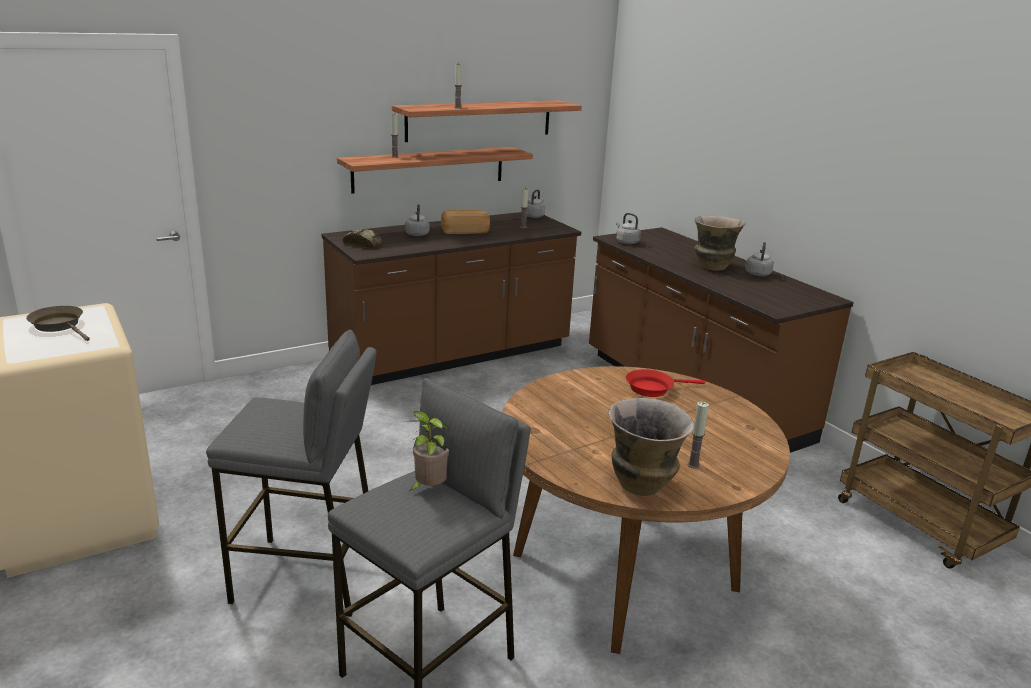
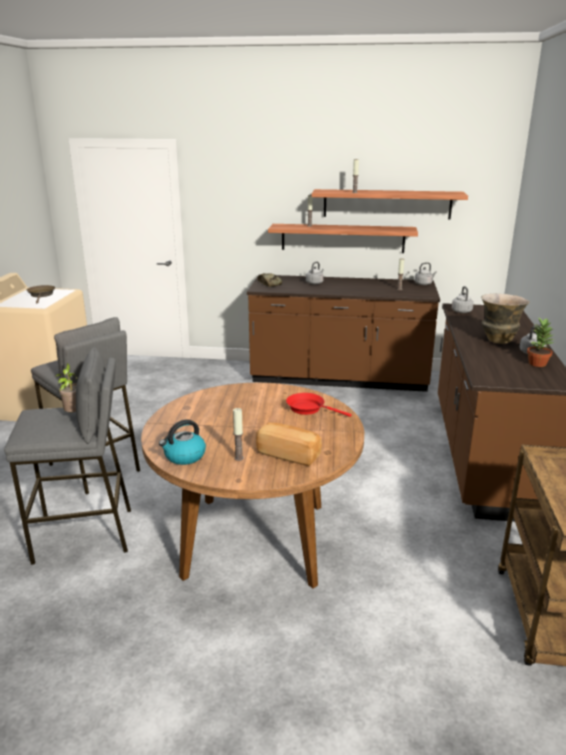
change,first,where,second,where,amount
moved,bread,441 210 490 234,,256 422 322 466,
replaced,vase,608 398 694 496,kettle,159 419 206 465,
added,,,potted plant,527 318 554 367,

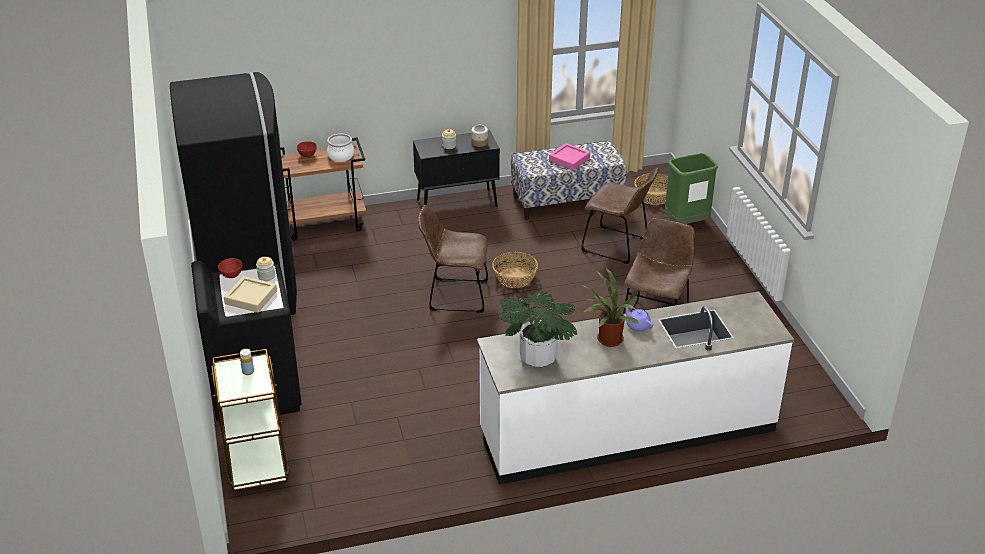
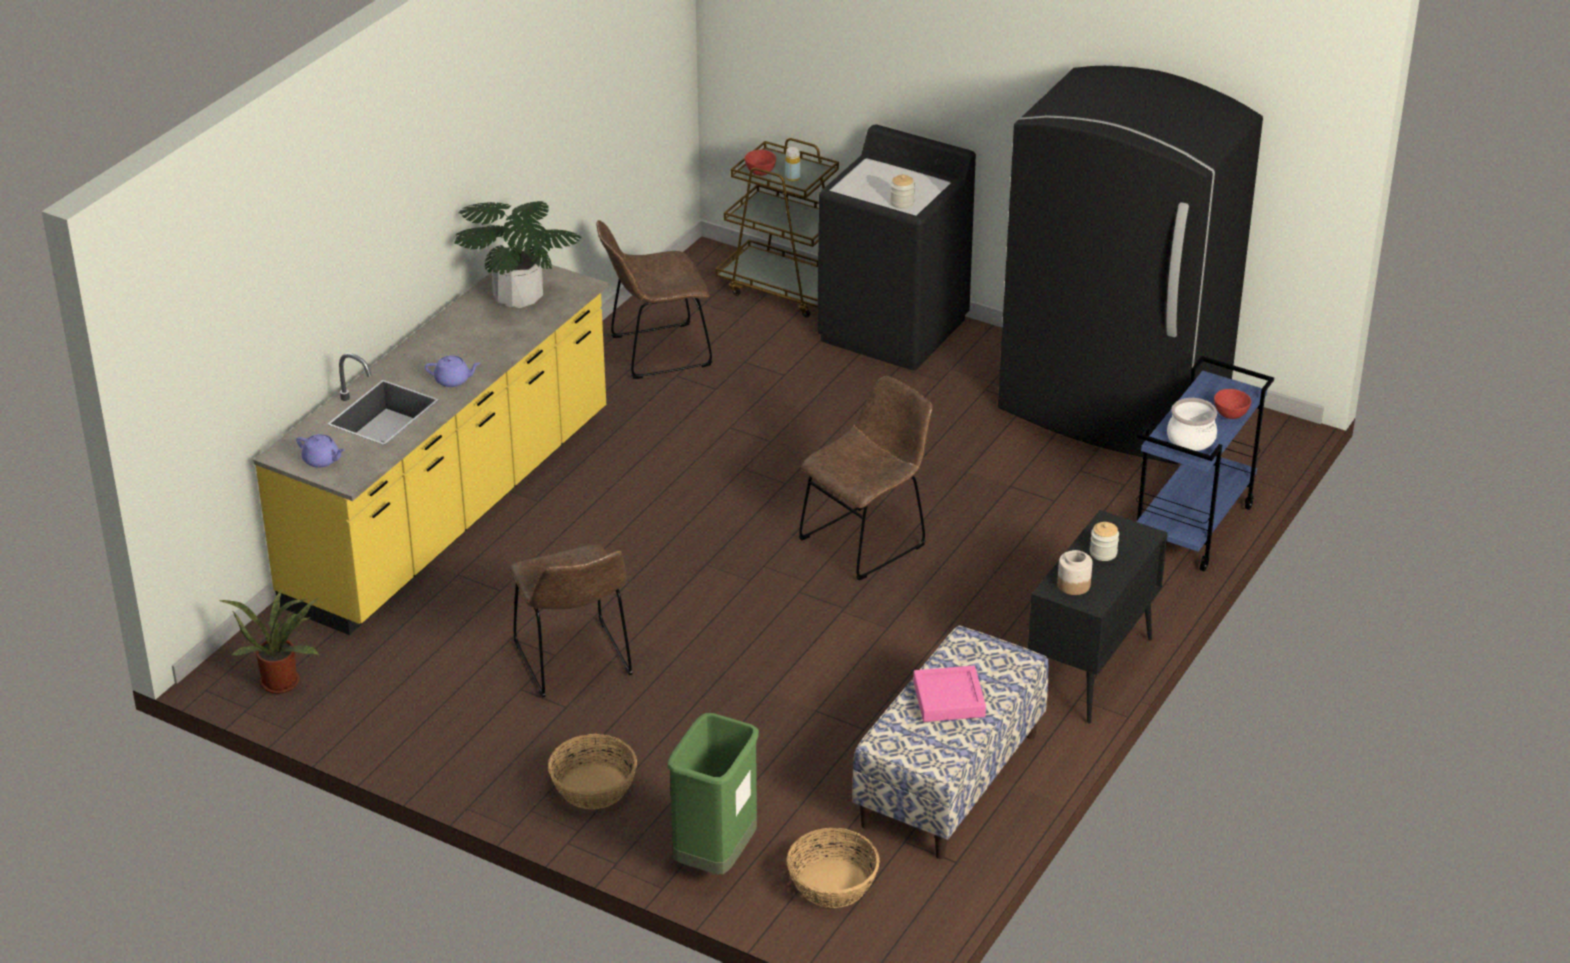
change,first,where,second,where,amount
moved,red bowl,218 258 242 278,,745 150 776 176,
removed,beige tray,224 276 277 313,,,
recoloured,brown cart,280 137 366 240,blue cart,1136 356 1274 571,
recoloured,white counter,477 291 794 485,yellow counter,253 263 608 635,
moved,basket,492 252 538 288,,548 734 637 809,
moved,brown chair,581 168 659 264,,596 220 712 379,
moved,potted plant,581 268 639 347,,219 590 319 694,
added,,,purple teapot,296 434 345 468,

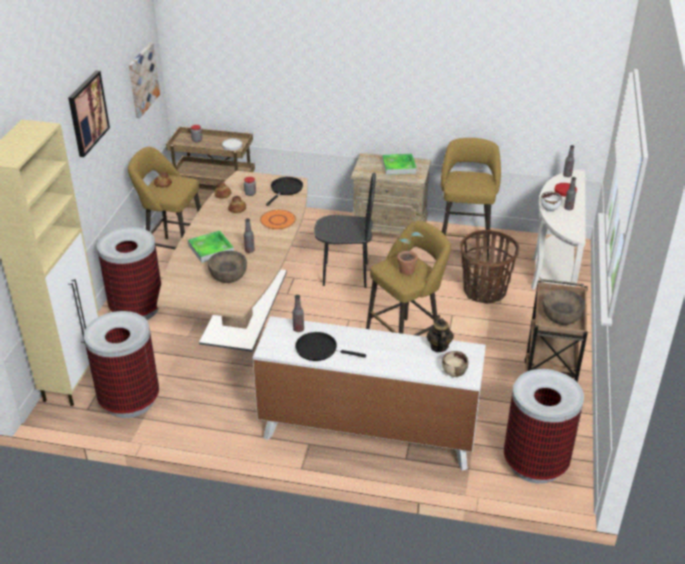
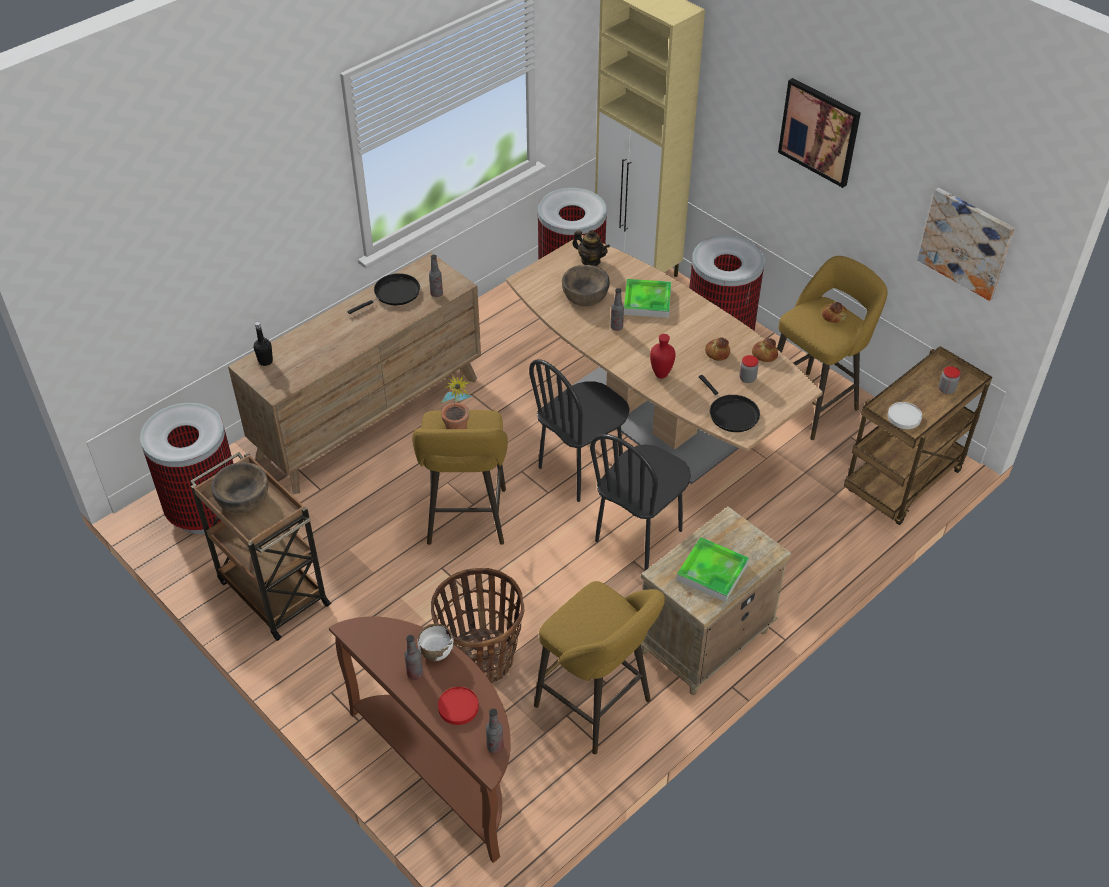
change,first,where,second,where,amount
recoloured,white dresser,253 316 486 471,brown dresser,228 253 481 494,
replaced,orange plate,260 210 296 230,red vase,650 334 675 378,
moved,teapot,427 315 454 352,,572 230 610 266,
replaced,beige bowl,442 351 469 377,black bottle,254 322 273 366,
recoloured,white console table,531 169 586 290,brown console table,329 616 511 863,
added,,,black chair,529 359 630 502,

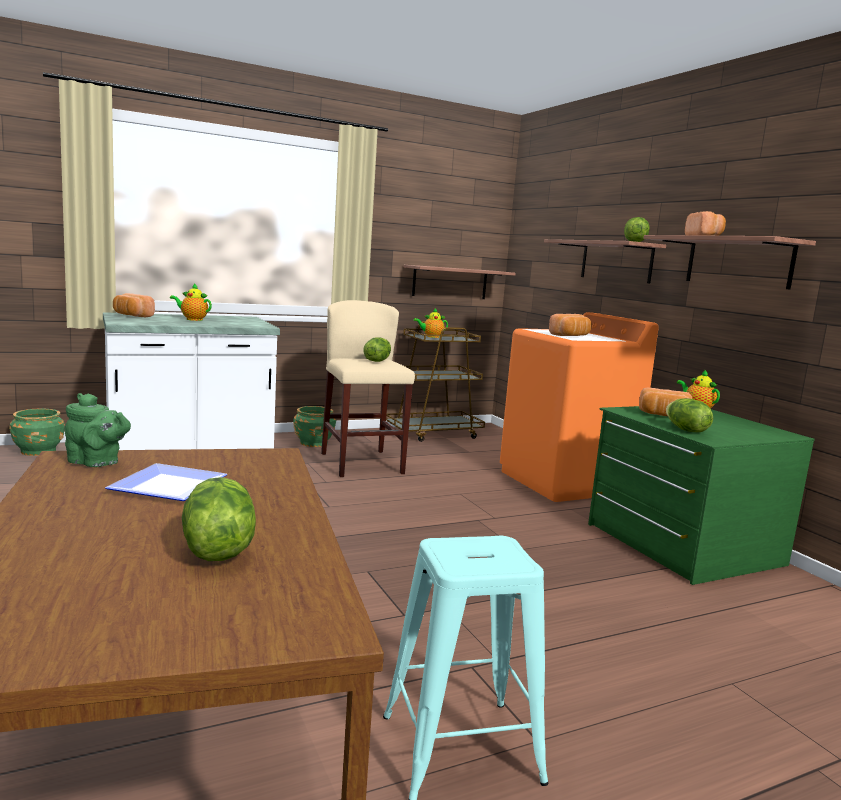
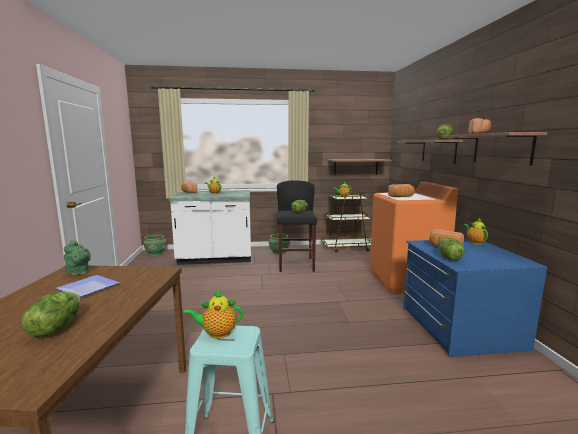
change,first,where,second,where,amount
recoloured,beige stool,321 300 415 477,black stool,277 180 317 272,
recoloured,green dresser,588 406 815 585,blue dresser,403 239 548 357,
added,,,teapot,183 290 243 339,

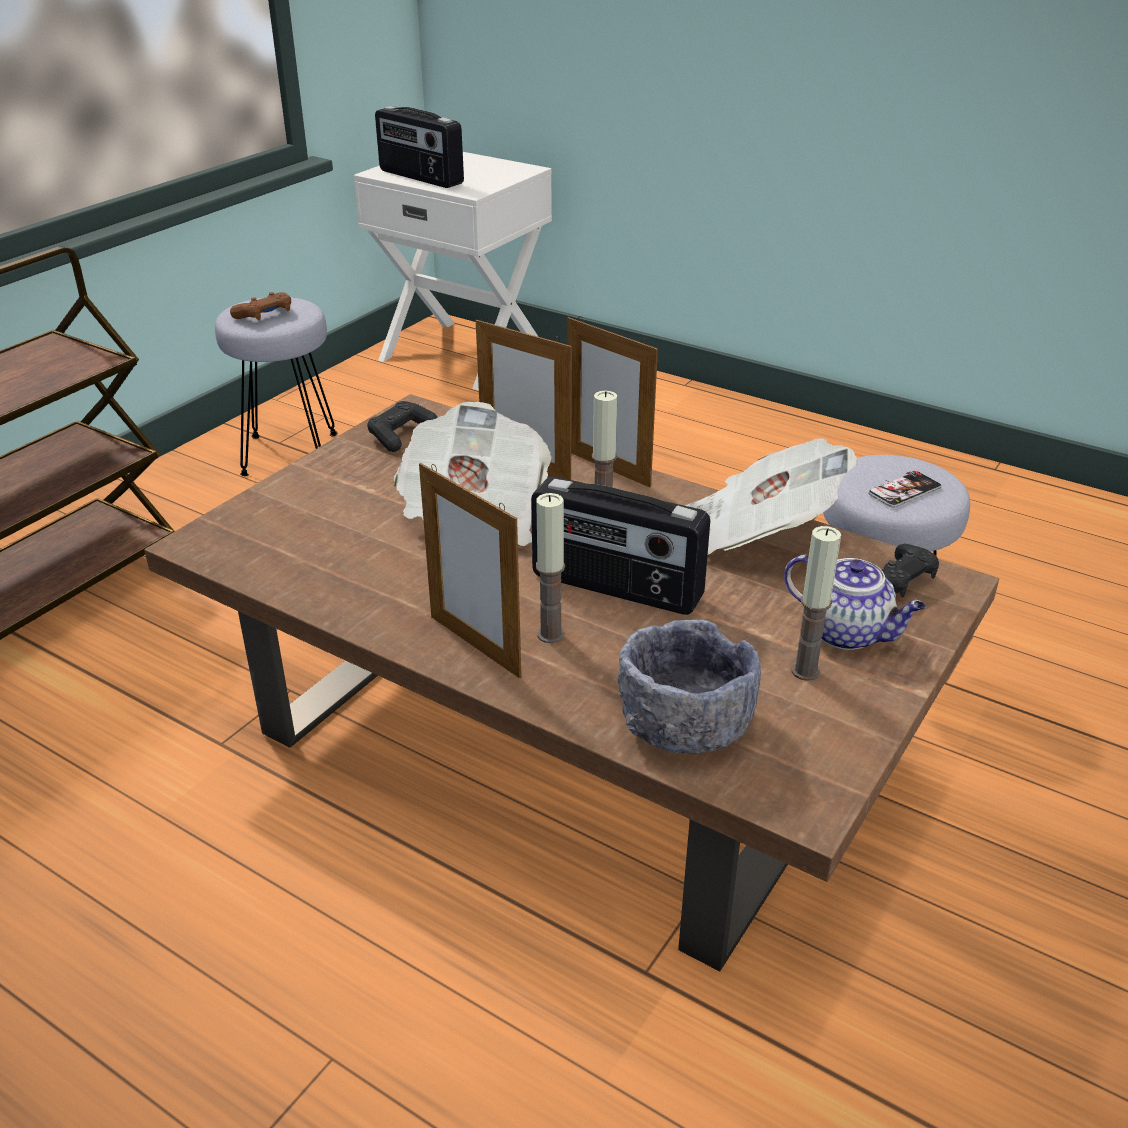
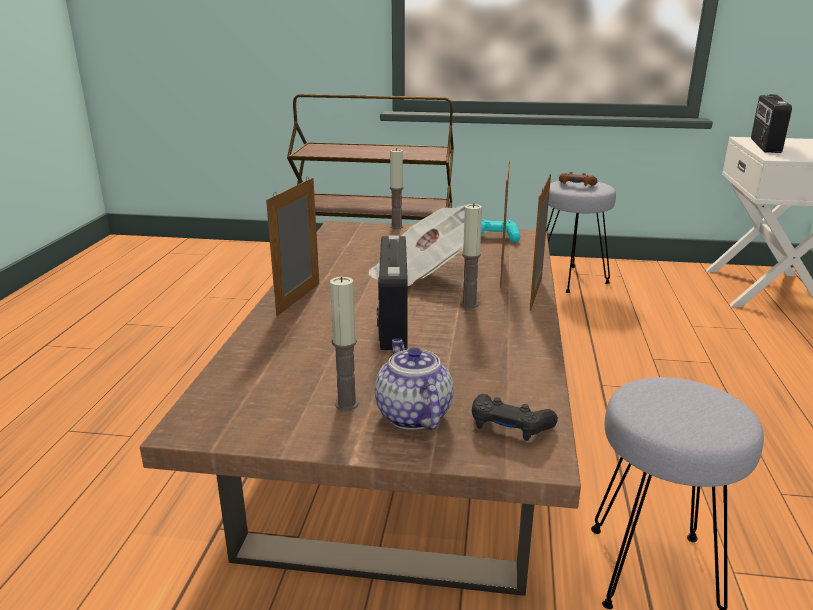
change,first,where,second,where,amount
recoloured,black game controller,367 401 438 452,turquoise game controller,481 219 520 242,
moved,candle,536 493 565 643,,390 148 404 229,
removed,grey bowl,618 620 761 754,,,
removed,newspaper,685 438 857 554,,,
turned,teapot,784 555 926 650,,375 339 453 430,150 degrees clockwise
removed,phone,868 471 942 508,,,

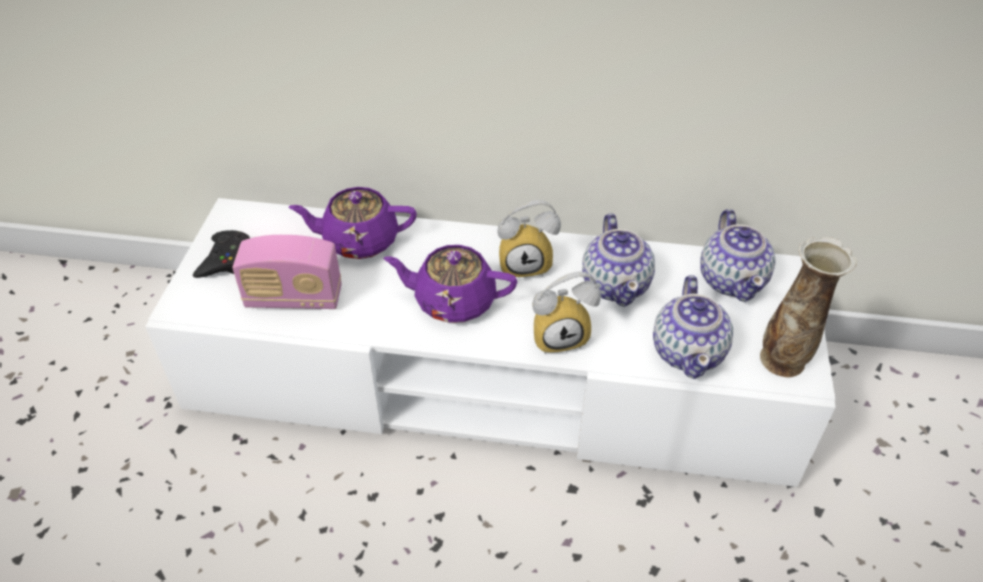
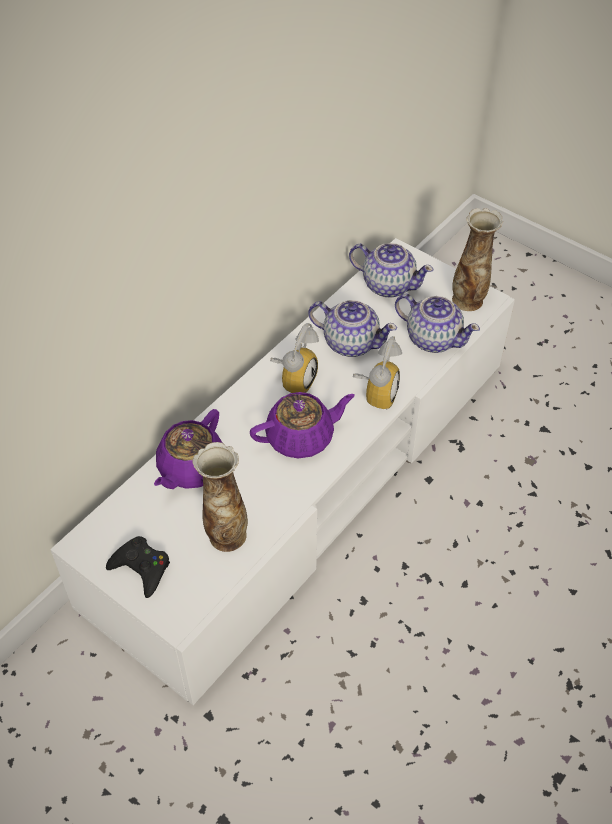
change,first,where,second,where,amount
replaced,radio,232 235 342 309,vase,193 442 248 552,
turned,purple teapot,384 245 517 323,,250 392 355 459,150 degrees counterclockwise

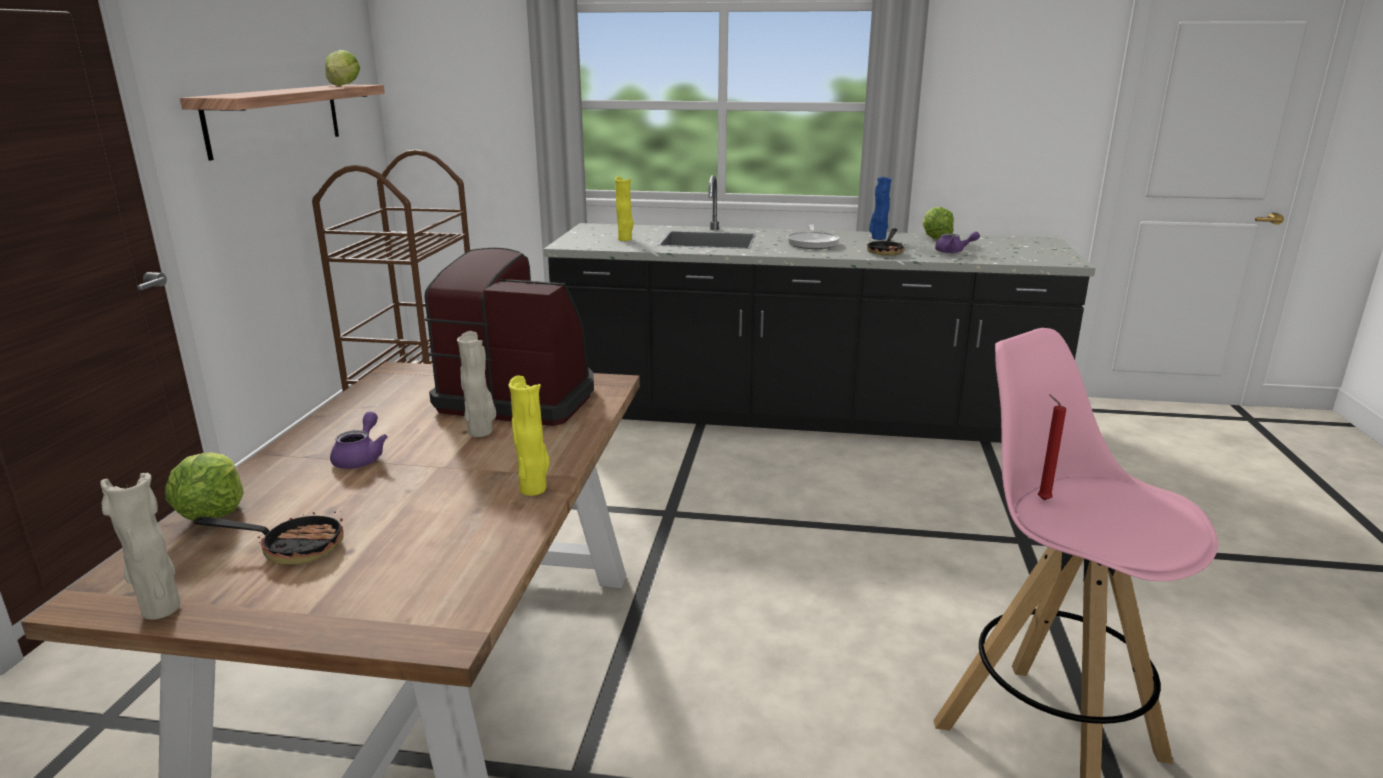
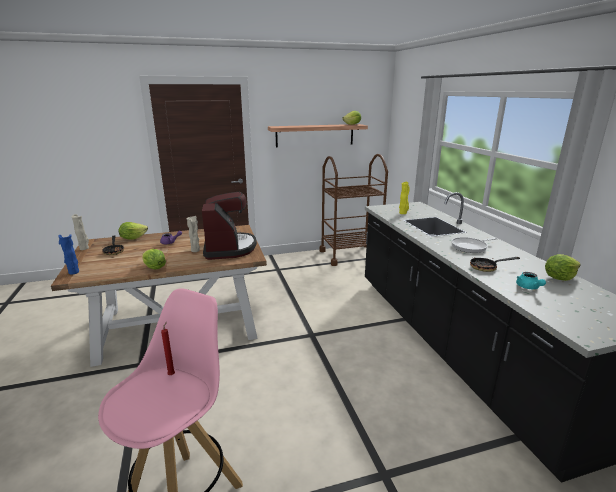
change,first,where,second,where,amount
replaced,yellow vase,508 375 550 496,lettuce,142 249 166 270,
moved,blue vase,869 177 892 240,,59 234 79 275,
recoloured,purple teapot,935 231 980 253,turquoise teapot,516 272 546 289,

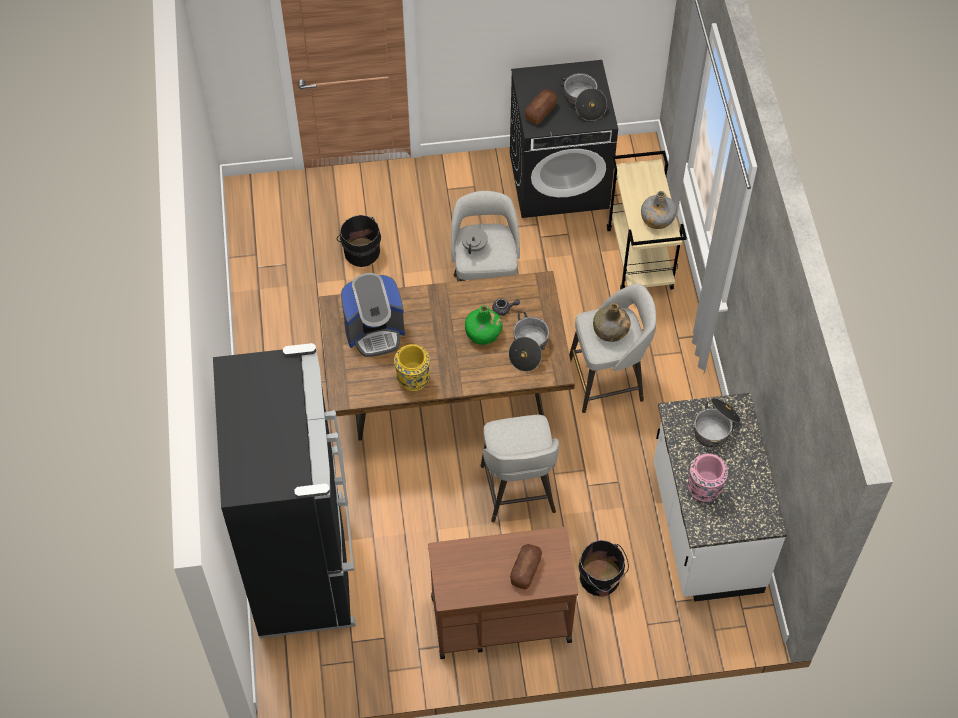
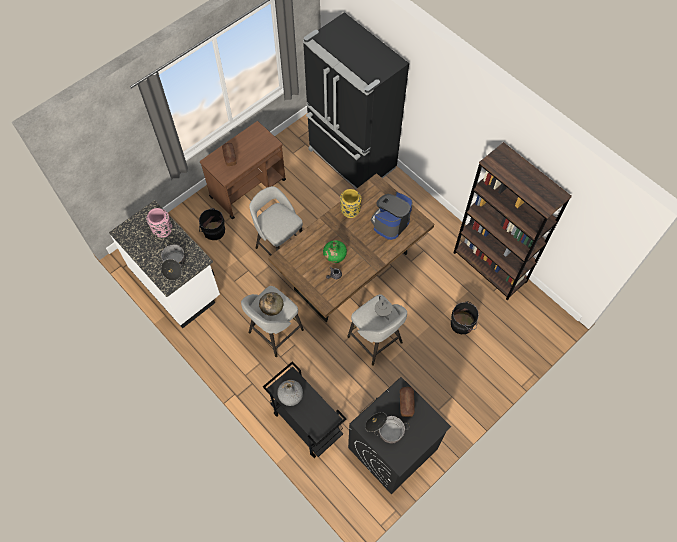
change,first,where,second,where,amount
removed,cooking pot,509 312 549 372,,,
recoloured,beige cart,607 151 687 290,black cart,263 361 346 458,
added,,,brown bookcase,453 142 572 300,

